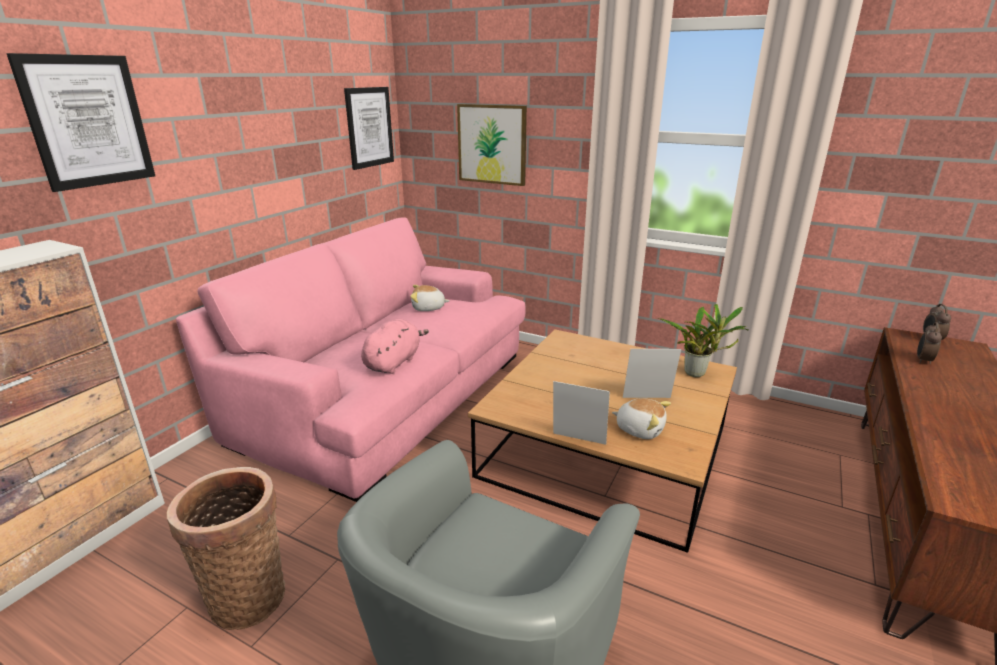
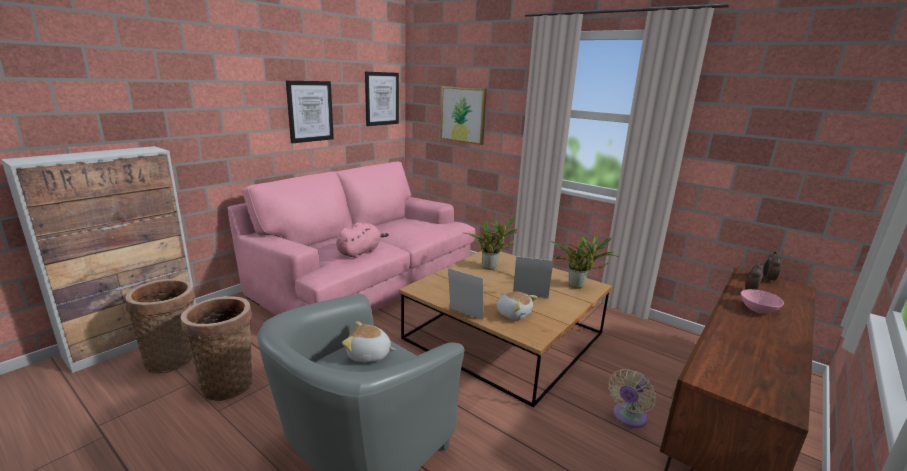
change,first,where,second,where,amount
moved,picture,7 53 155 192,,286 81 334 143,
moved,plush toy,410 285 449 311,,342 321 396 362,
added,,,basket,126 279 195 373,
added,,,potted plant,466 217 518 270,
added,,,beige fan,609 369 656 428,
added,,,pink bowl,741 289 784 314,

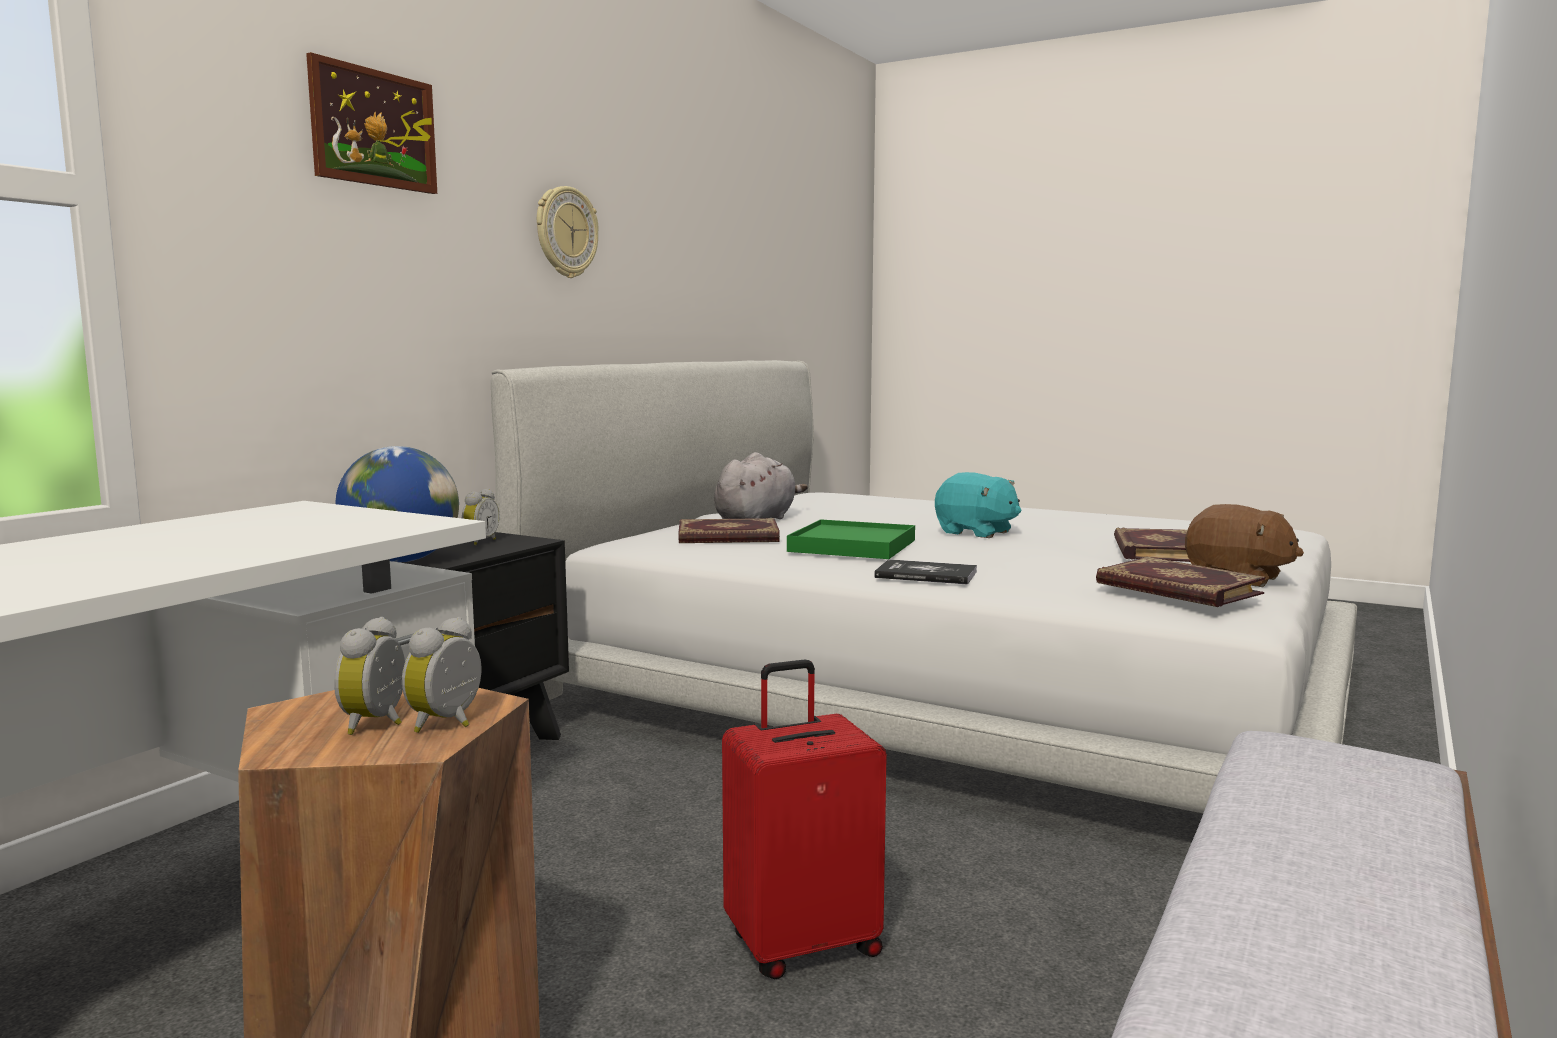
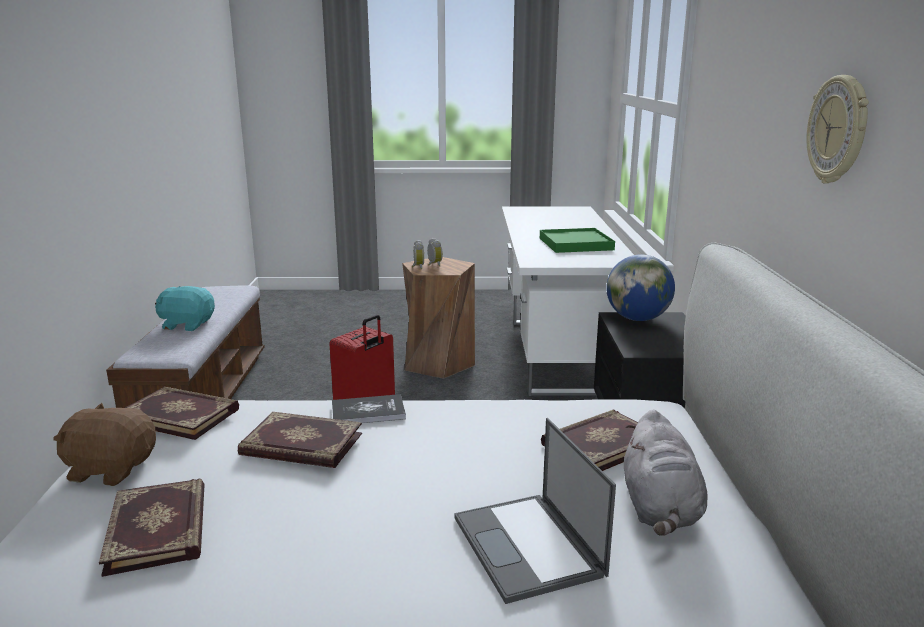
change,first,where,second,where,amount
removed,picture,306 52 437 194,,,
removed,alarm clock,462 489 500 545,,,
moved,green tray,787 519 915 559,,540 228 615 253,
moved,turquoise plush toy,935 472 1021 538,,155 286 215 331,
added,,,book,238 412 362 468,
added,,,laptop,455 418 616 604,

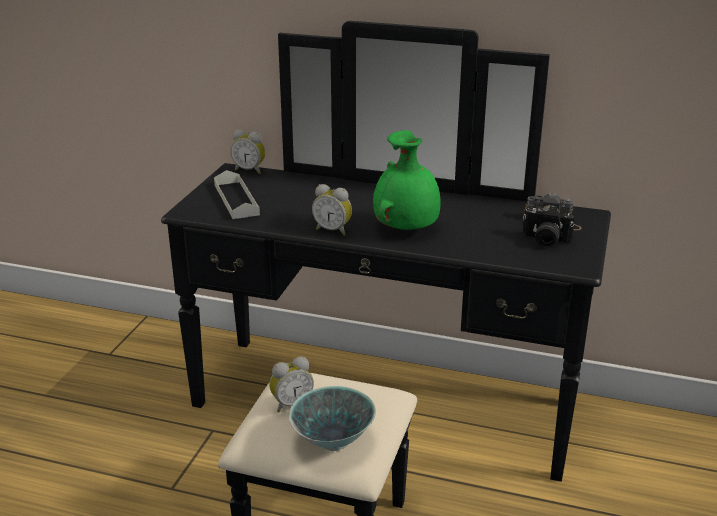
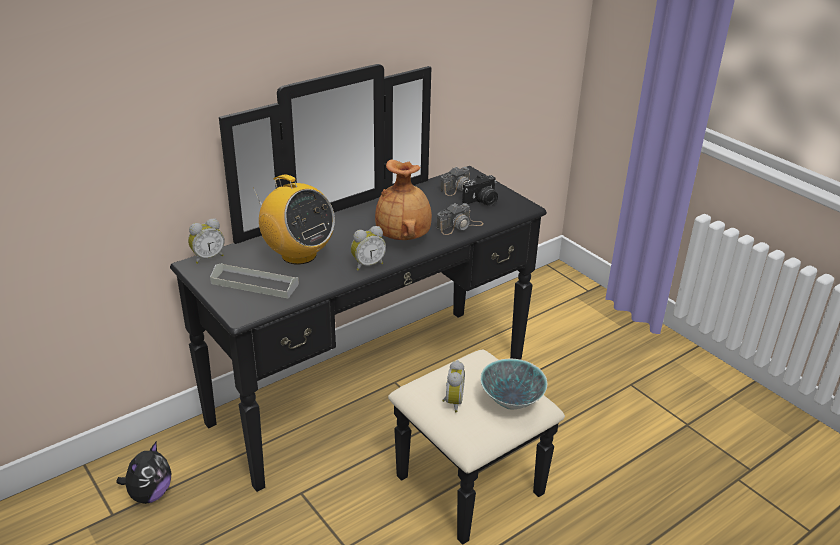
change,first,where,second,where,amount
recoloured,green vase,373 130 441 230,brown vase,375 160 432 240,
added,,,plush toy,116 441 171 504,
added,,,radio,253 175 335 265,
added,,,photo camera,437 203 484 235,

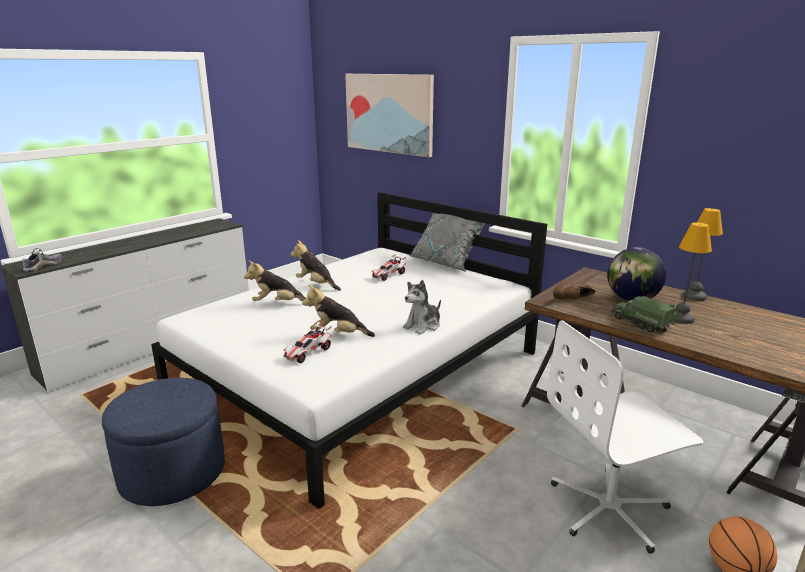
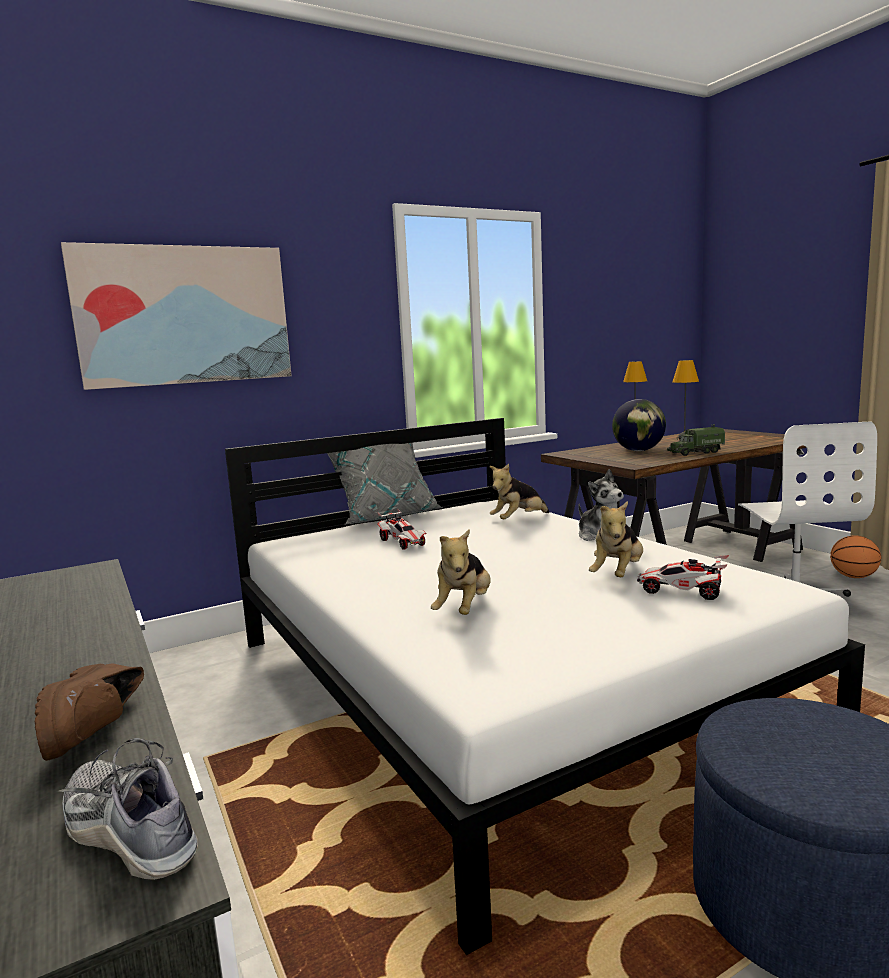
change,first,where,second,where,amount
turned,toy car,283 321 332 363,,637 555 729 600,150 degrees clockwise
moved,plush toy,291 240 341 291,,489 464 549 519,
moved,brown shoe,553 281 595 299,,35 664 144 761,

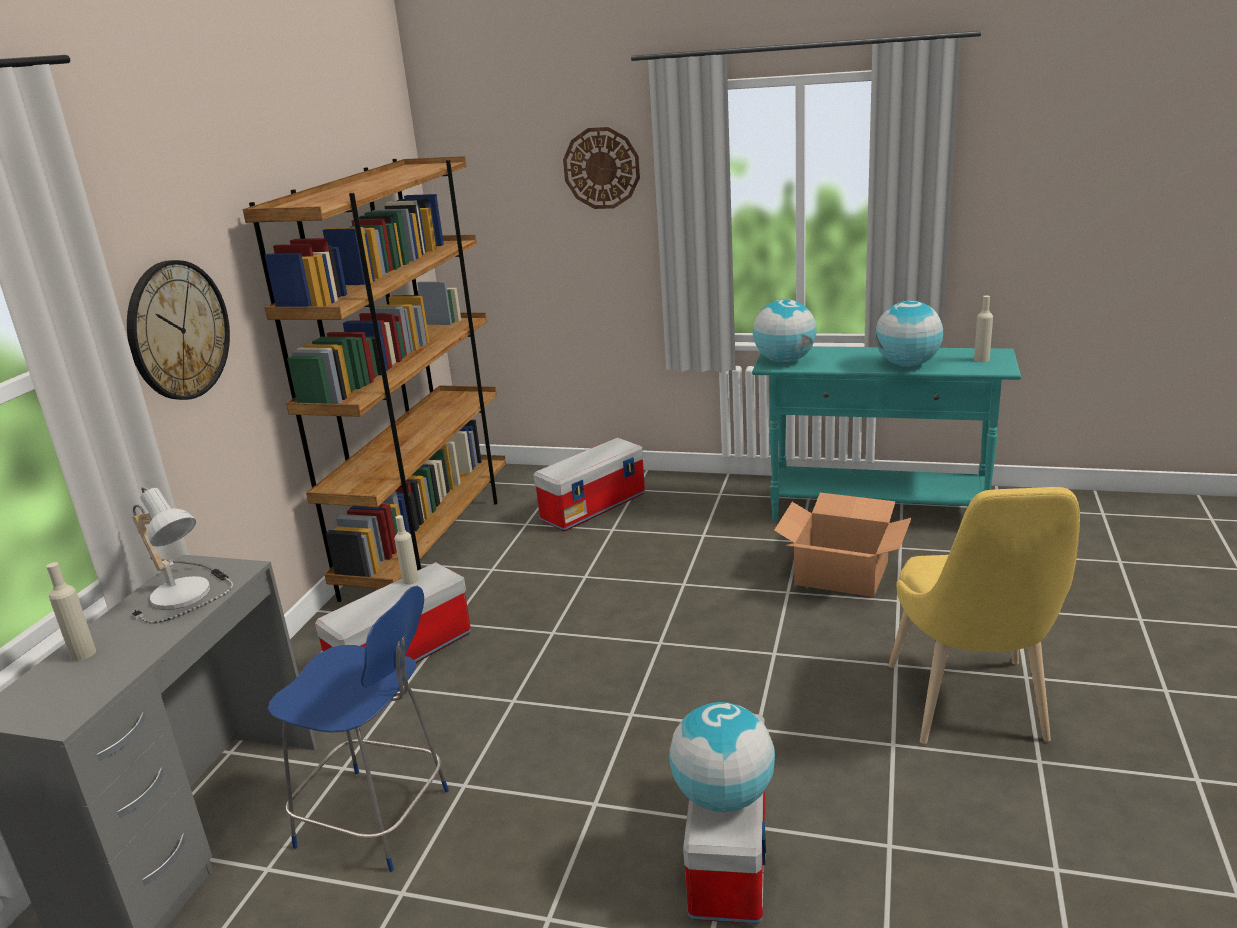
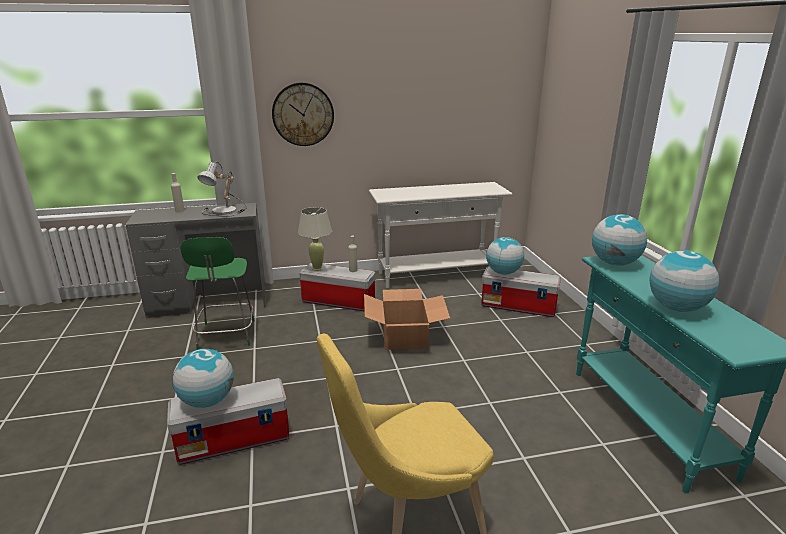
change,first,where,second,where,amount
replaced,brown bookcase,243 156 506 602,white console table,369 182 512 288,
recoloured,blue chair,268 586 449 872,green chair,180 237 255 350,
removed,wall clock,563 127 640 209,,,
moved,cardboard box,774 493 911 597,,364 289 450 350,
removed,beige bottle,974 295 993 362,,,
added,,,beige table lamp,298 207 332 271,
added,,,globe,486 237 524 274,

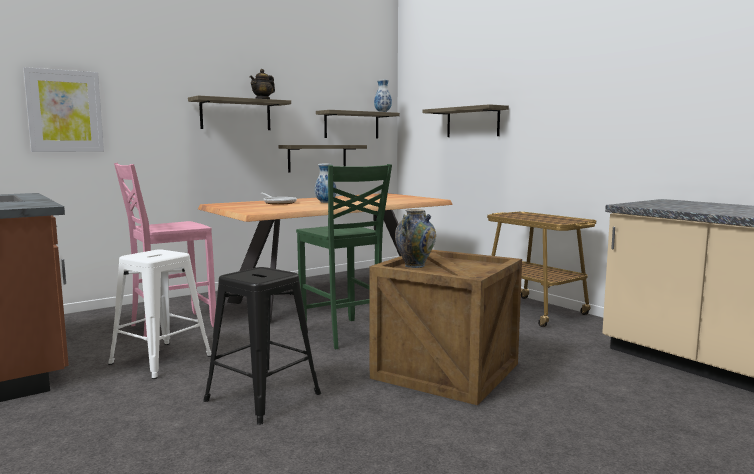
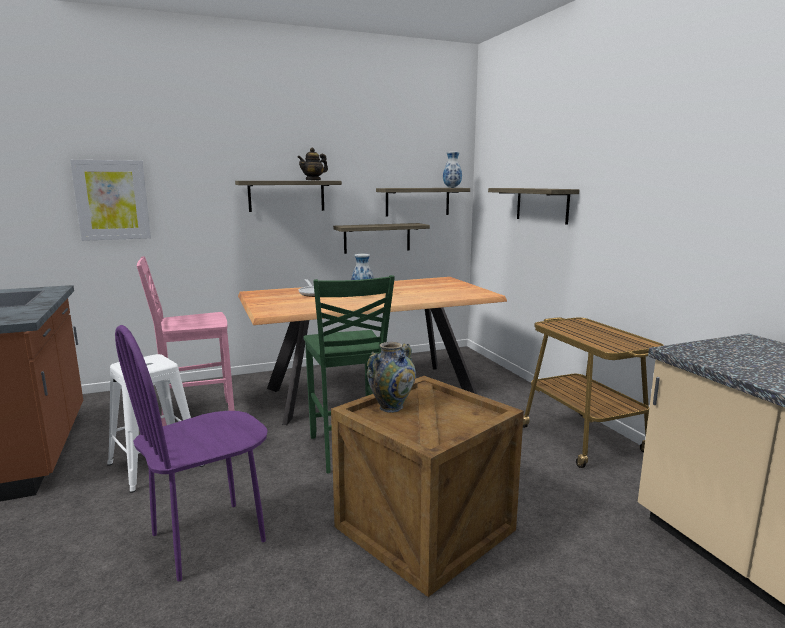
change,first,where,second,where,amount
replaced,black stool,203 267 321 425,purple chair,115 325 268 581,

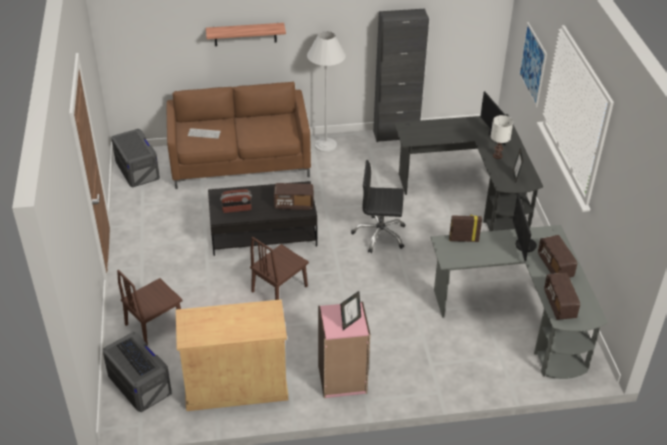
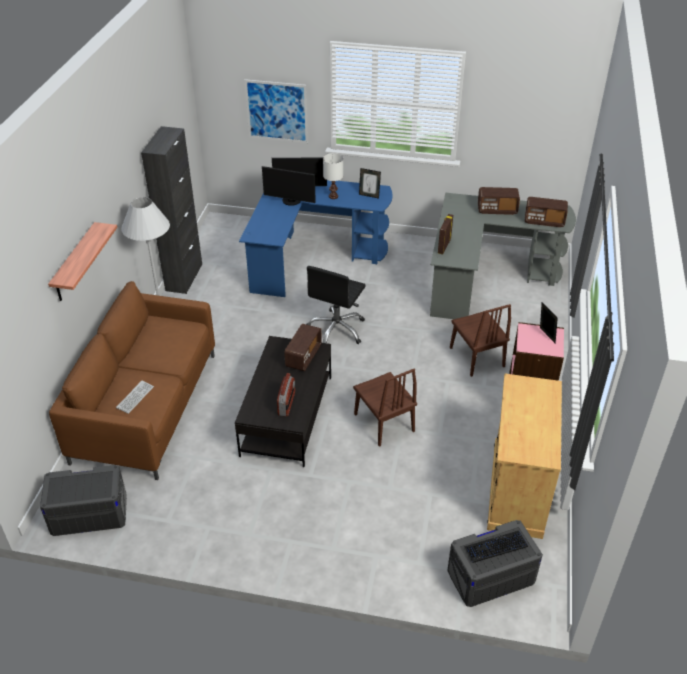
change,first,where,second,where,amount
moved,brown chair,117 270 183 346,,450 304 511 377,
recoloured,black desk,394 114 543 231,blue desk,239 180 392 297,
moved,monitor,513 194 537 261,,262 166 316 206,

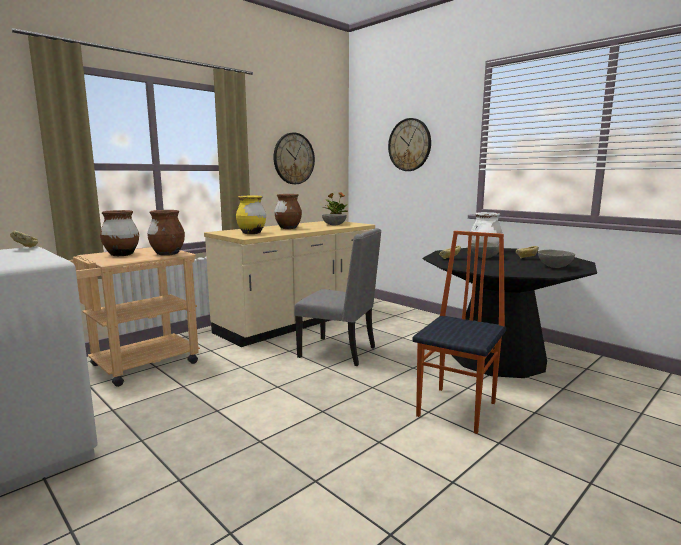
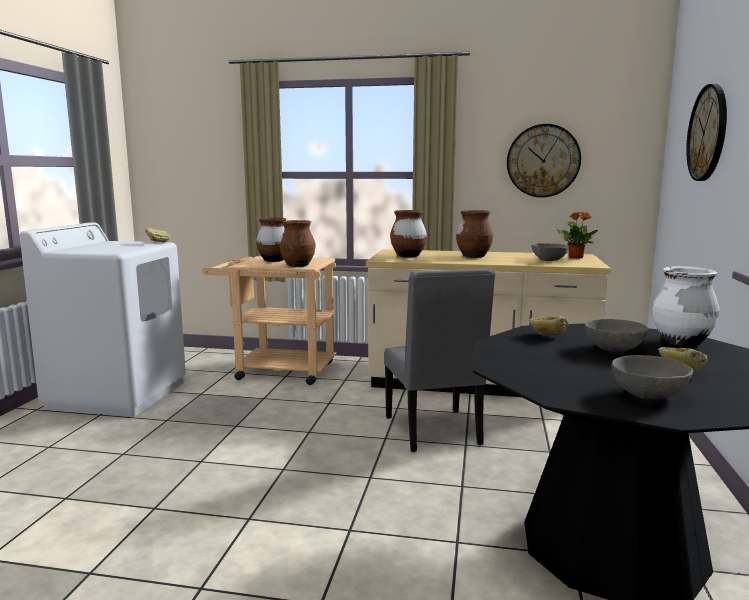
change,first,where,second,where,amount
recoloured,yellow vase,236 196 266 234,brown vase,390 210 427 258,
removed,chair,412 231 506 434,,,

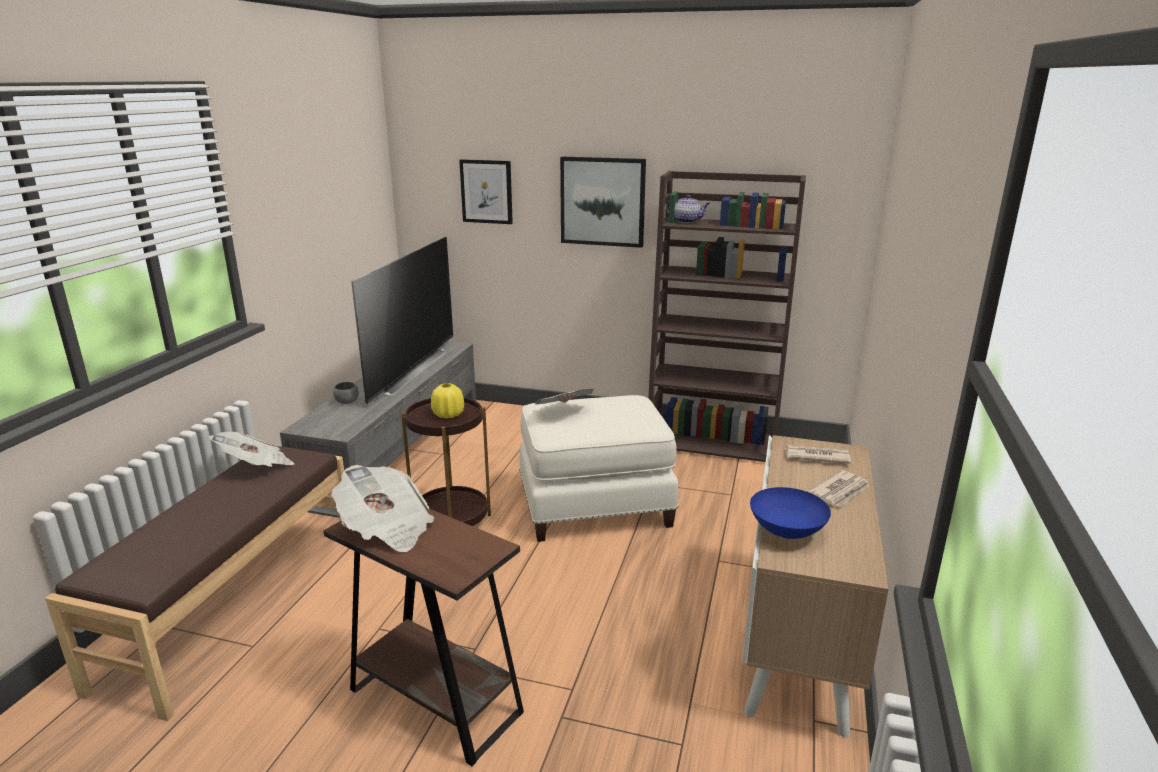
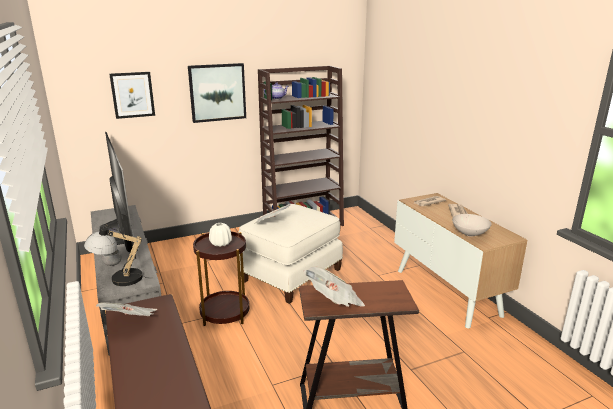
change,first,where,second,where,amount
recoloured,yellow vase,431 383 464 419,white vase,209 223 232 247,
recoloured,blue bowl,750 487 831 539,white bowl,452 214 492 237,
added,,,table lamp,84 225 147 286,

